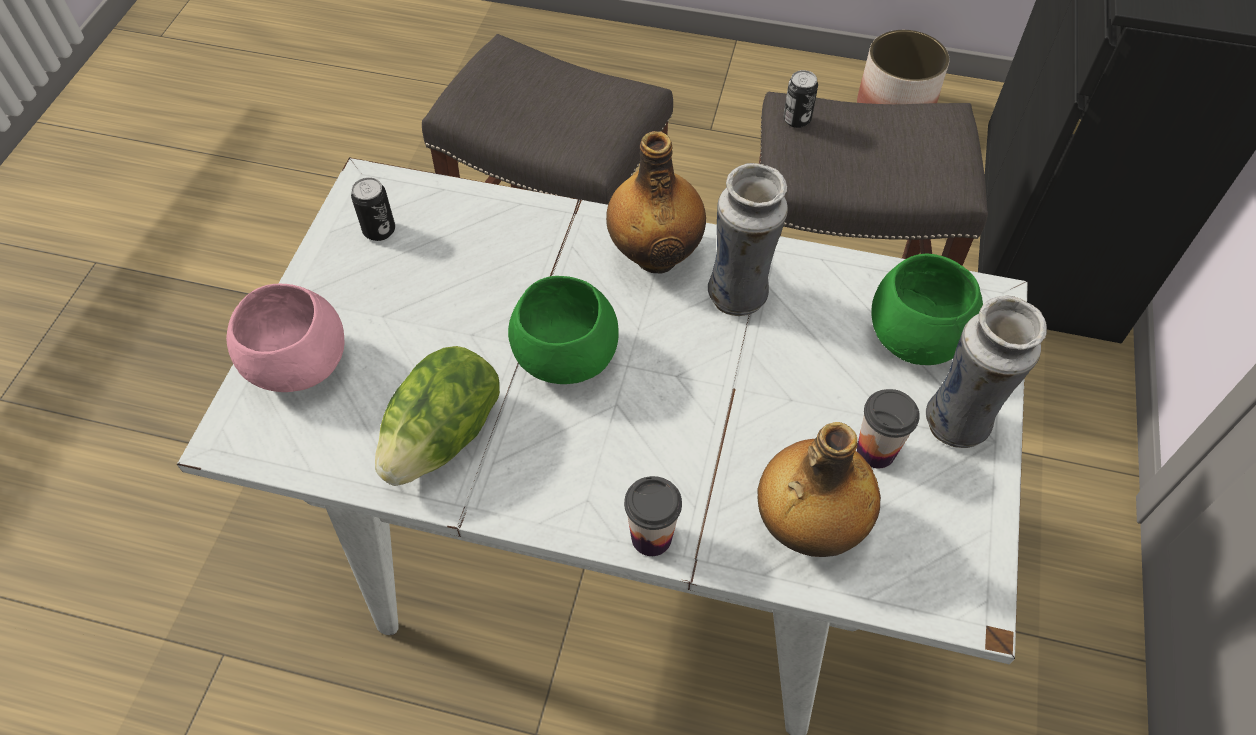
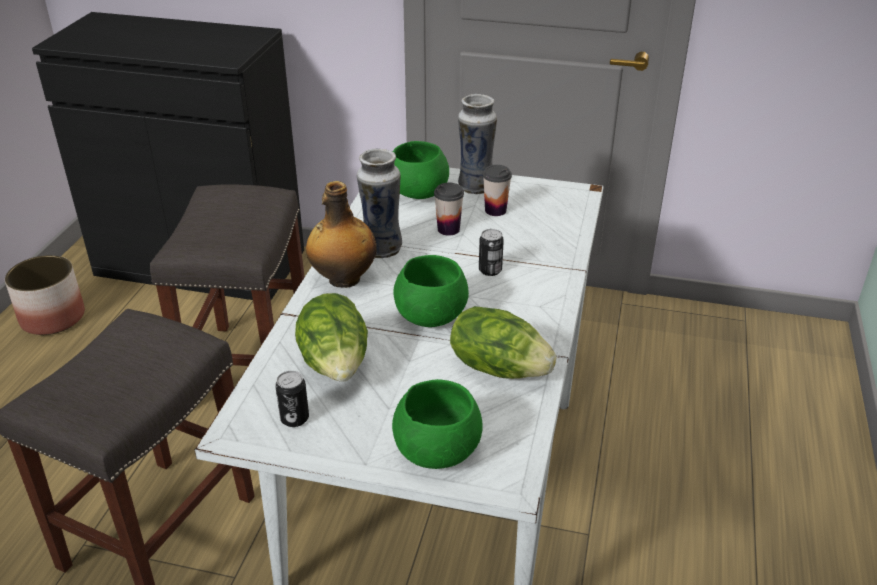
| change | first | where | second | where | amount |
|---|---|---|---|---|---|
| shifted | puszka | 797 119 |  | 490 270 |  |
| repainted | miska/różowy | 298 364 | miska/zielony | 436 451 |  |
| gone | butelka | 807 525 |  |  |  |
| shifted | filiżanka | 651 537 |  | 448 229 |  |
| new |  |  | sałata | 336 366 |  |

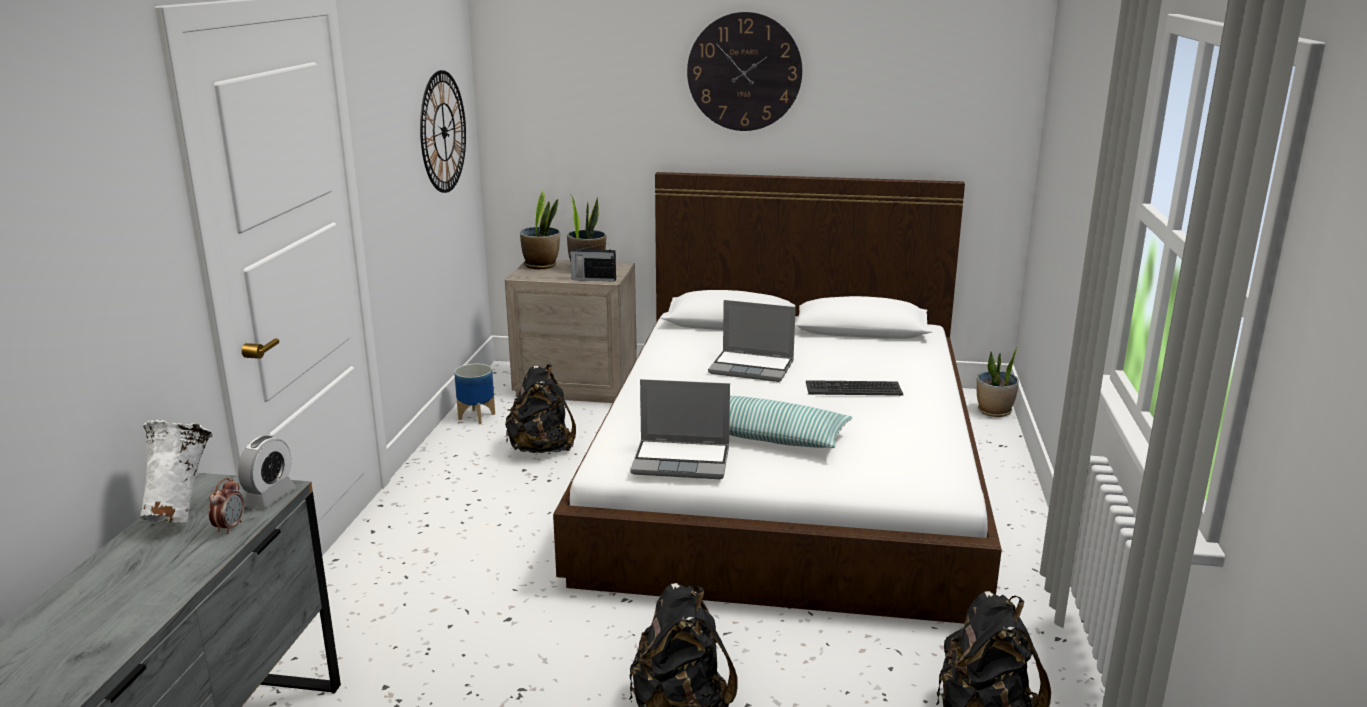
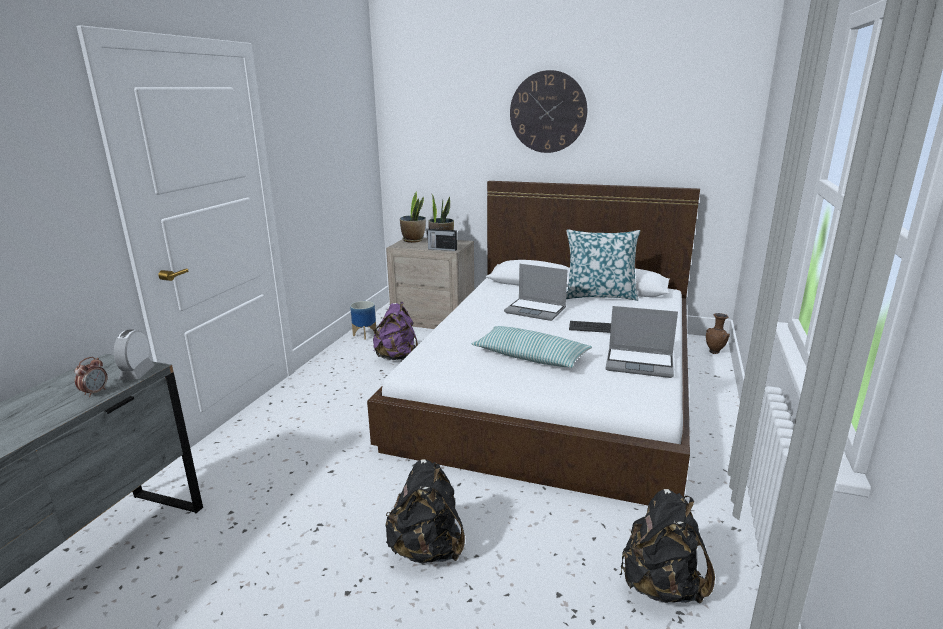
| change | first | where | second | where | amount |
|---|---|---|---|---|---|
| gone | zegar ścienny | 443 132 |  |  |  |
| swapped | roślina doniczkowa | 994 411 | wazon/brązowy | 715 352 |  |
| repainted | plecak/czarny | 542 448 | plecak/fioletowy | 397 357 |  |
| shifted | laptop | 682 461 |  | 640 363 |  |
| gone | wazon/biały | 183 513 |  |  |  |
| rotated | budzik | 270 497 |  | 137 373 | 150 degrees clockwise |
| new |  |  | poduszka | 599 296 |  |

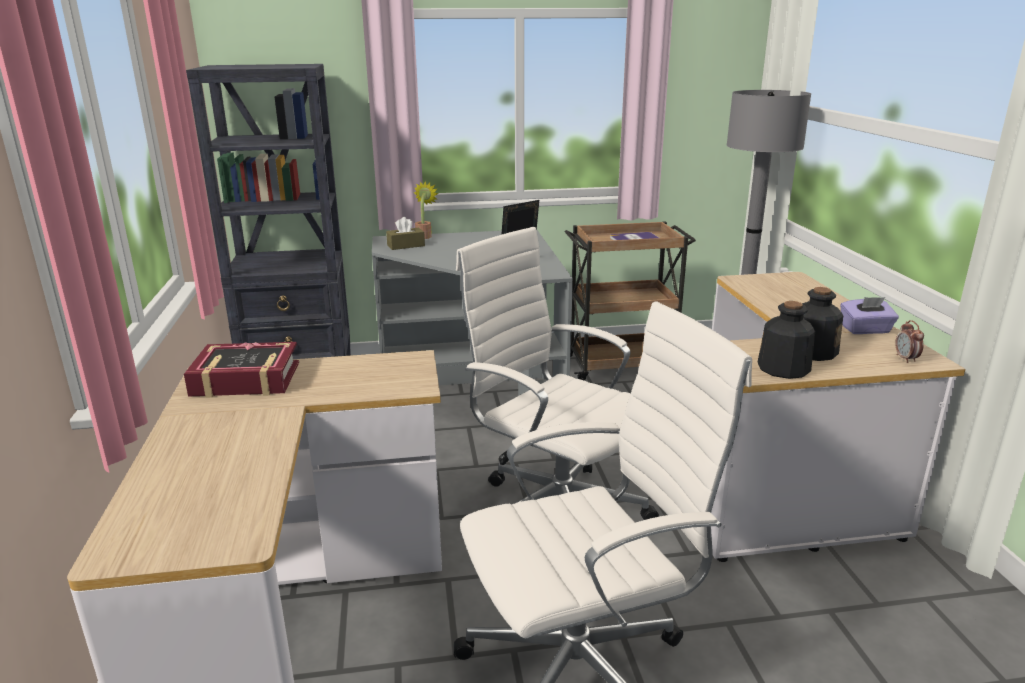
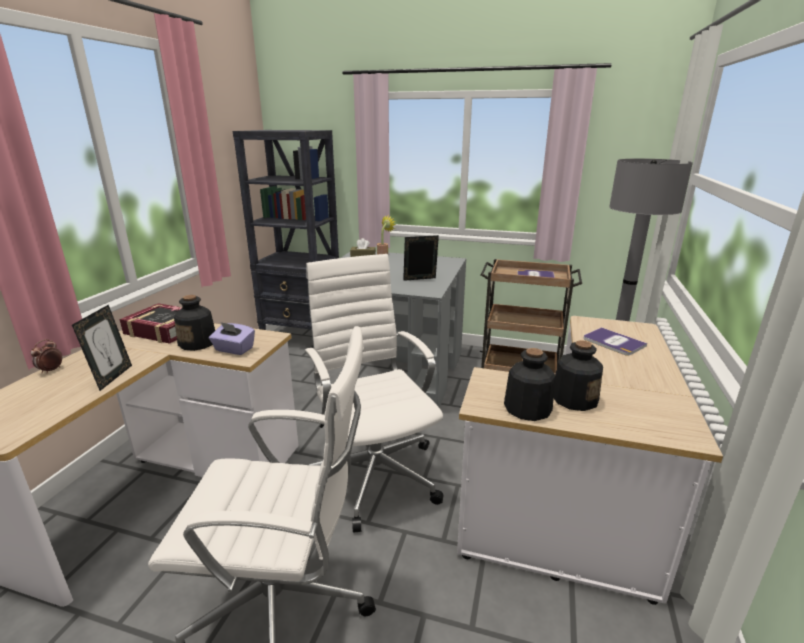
| change | first | where | second | where | amount |
|---|---|---|---|---|---|
| shifted | pudełko chusteczek/fioletowy | 865 330 |  | 234 349 |  |
| shifted | budzik | 906 359 |  | 51 370 |  |
| new |  |  | butelka | 198 343 |  |
| new |  |  | ramka na zdjęcie | 112 377 |  |
| new |  |  | książka | 613 342 |  |

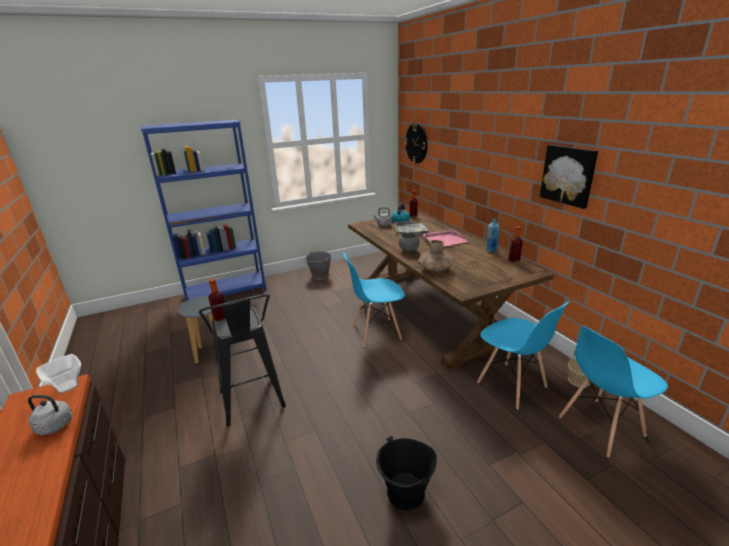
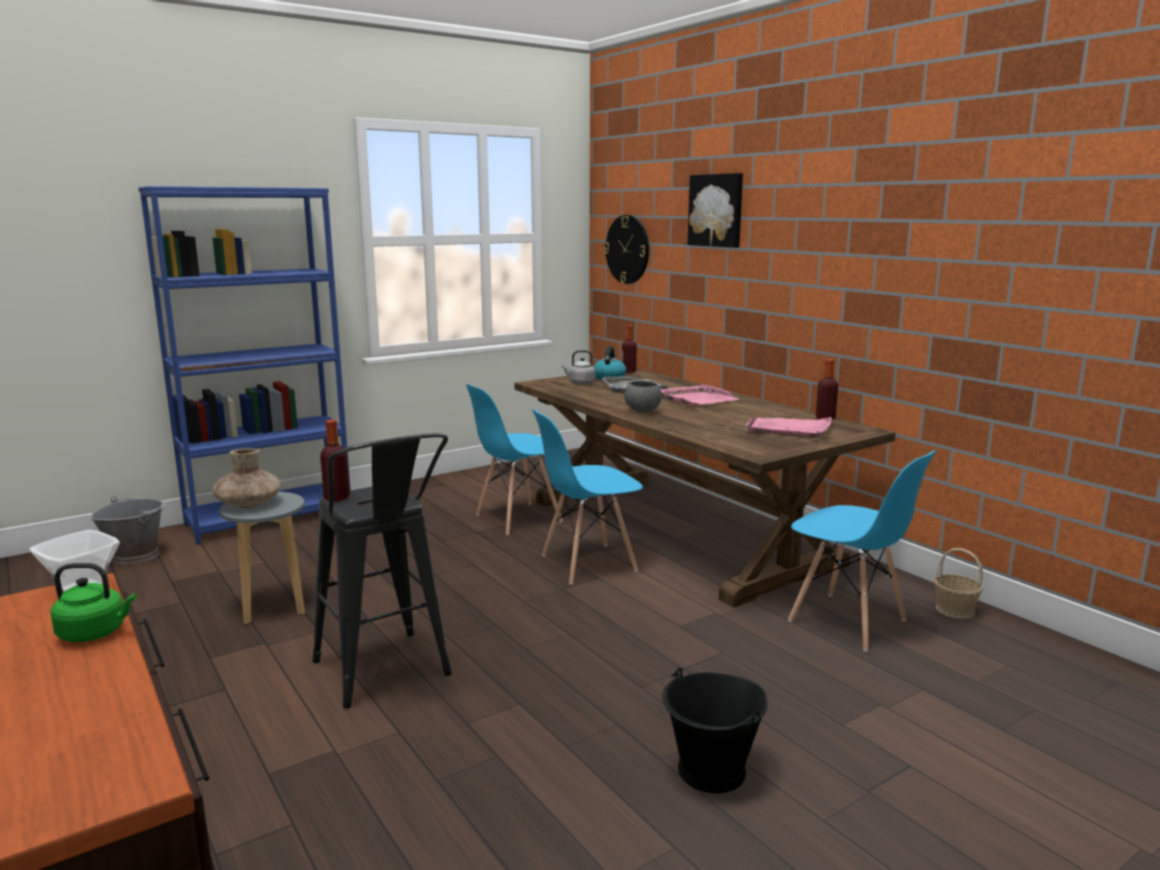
| change | first | where | second | where | amount |
|---|---|---|---|---|---|
| shifted | obraz | 568 175 |  | 717 210 |  |
| gone | butelka/niebieski | 491 250 |  |  |  |
| shifted | wazon/brązowy | 435 269 |  | 249 504 |  |
| shifted | wiadro/szary | 320 276 |  | 136 556 |  |
| shifted | krzesło/niebieski | 600 426 |  | 518 518 |  |
| repainted | czajnik/szary | 57 426 | czajnik/zielony | 95 633 |  |
| new |  |  | taca/różowy | 789 429 |  |

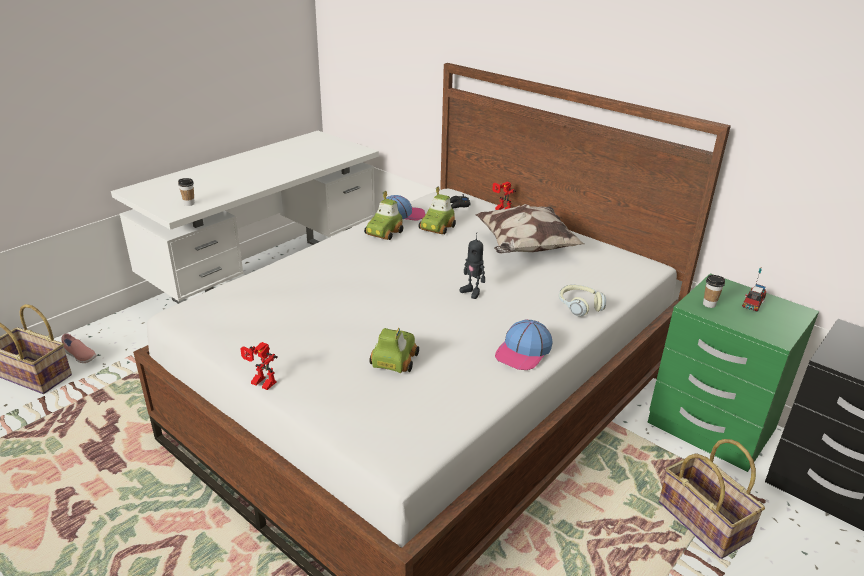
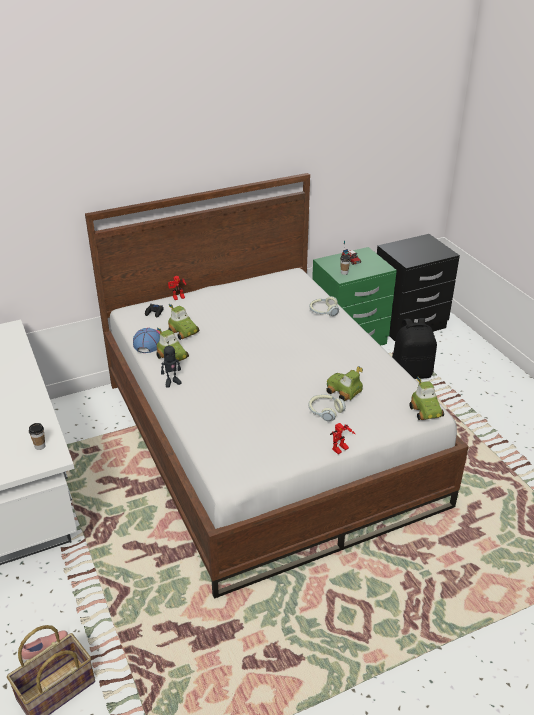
| change | first | where | second | where | amount |
|---|---|---|---|---|---|
| gone | poduszka | 525 248 |  |  |  |
| shifted | robot zabawkowy | 472 292 |  | 172 382 |  |
| gone | czapka z daszkiem | 523 352 |  |  |  |
| swapped | koszyk | 704 521 | plecak/czarny | 411 372 |  |
| new |  |  | samochodzik | 426 411 |  |
| new |  |  | słuchawki | 325 411 |  |

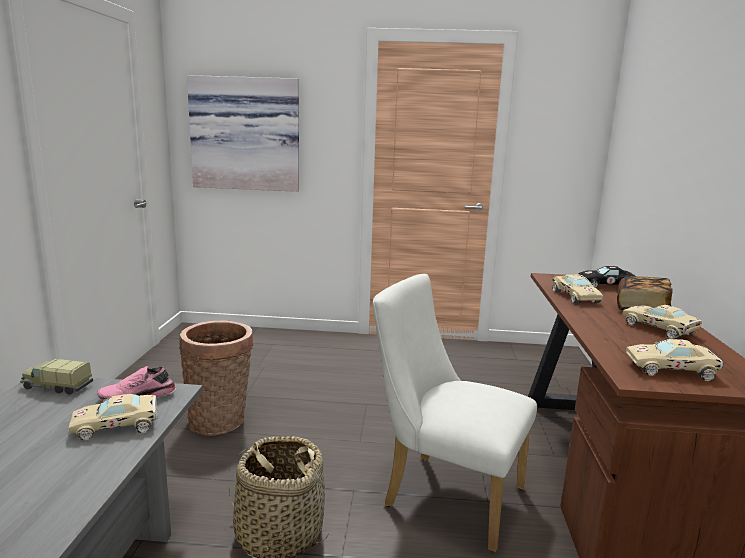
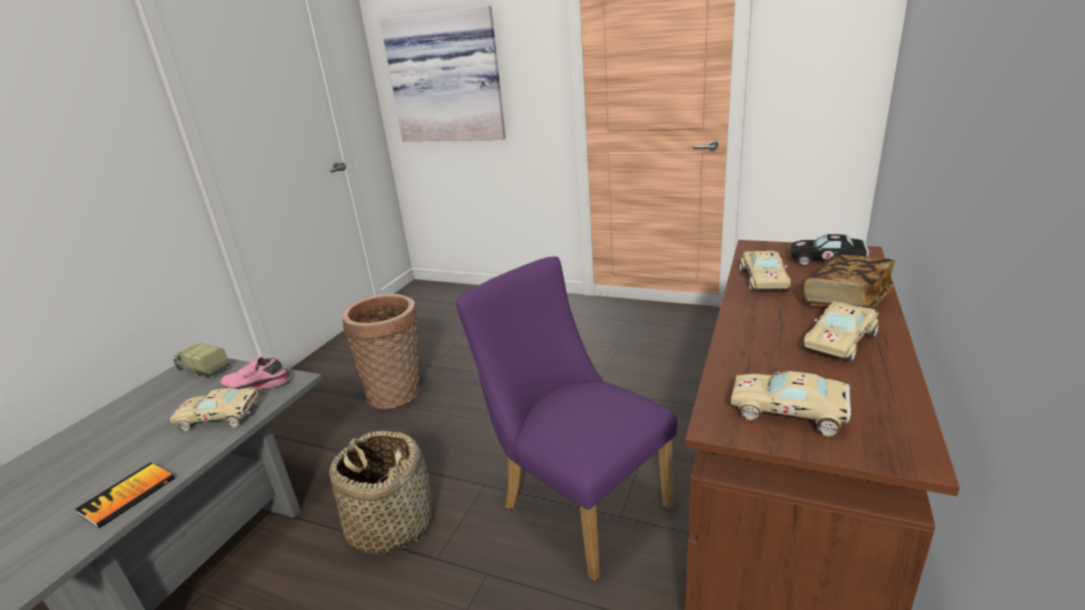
| change | first | where | second | where | amount |
|---|---|---|---|---|---|
| repainted | krzesło/biały | 444 494 | krzesło/fioletowy | 576 502 |  |
| rotated | samochodzik/beżowy | 661 330 |  | 840 340 | 120 degrees counterclockwise |
| new |  |  | książka | 128 496 |  |

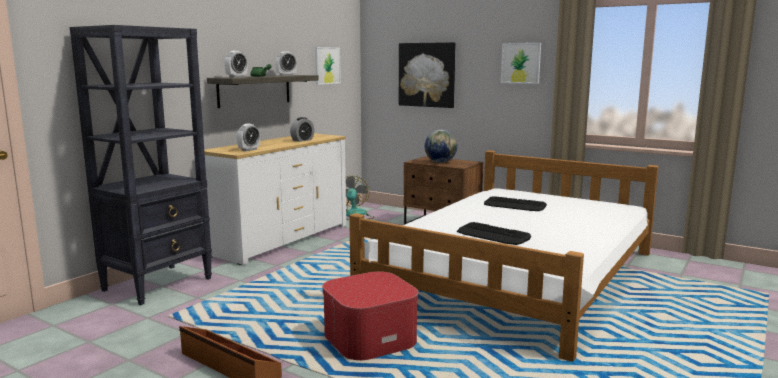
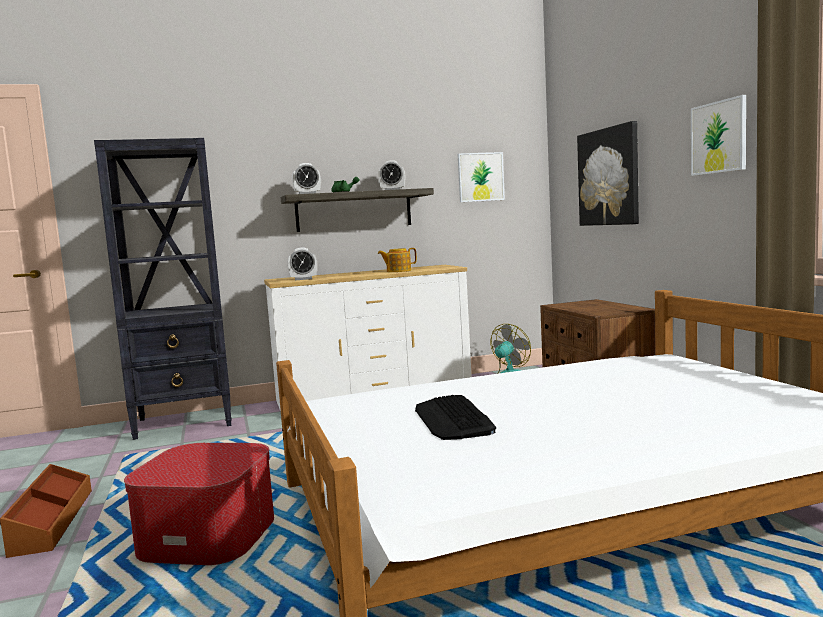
| change | first | where | second | where | amount |
|---|---|---|---|---|---|
| swapped | budzik | 302 140 | imbryk | 398 271 |  |
| gone | globus | 440 162 |  |  |  |
| gone | klawiatura | 514 205 |  |  |  |

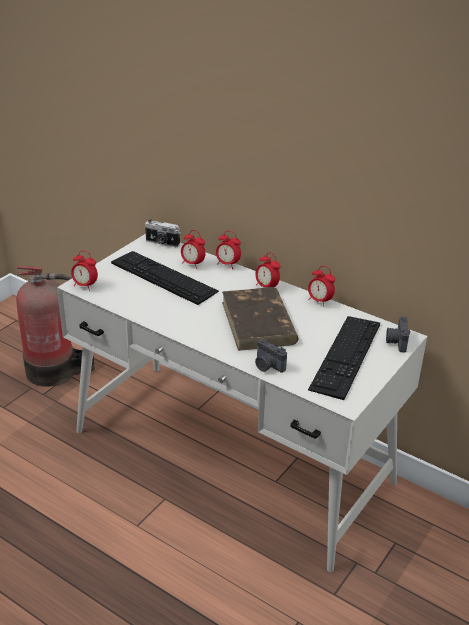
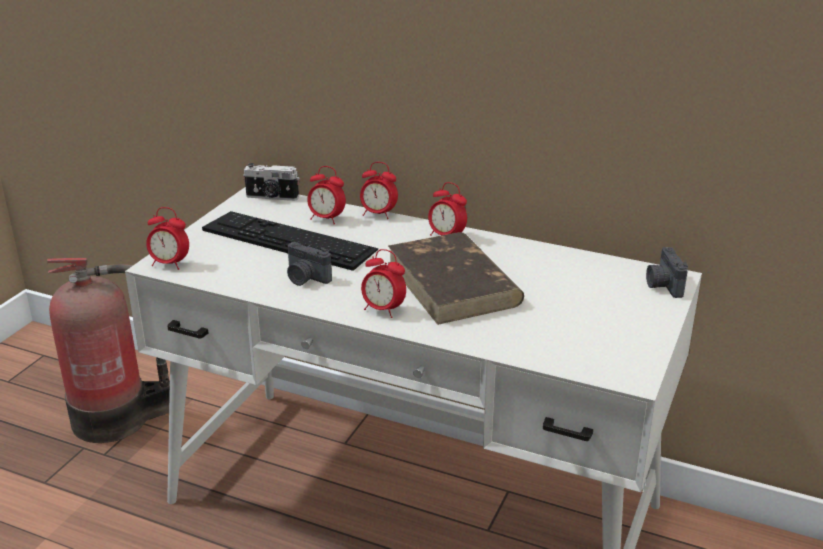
| change | first | where | second | where | amount |
|---|---|---|---|---|---|
| shifted | budzik | 319 301 |  | 383 310 |  |
| gone | klawiatura | 346 355 |  |  |  |
| shifted | aparat fotograficzny | 267 366 |  | 305 278 |  |

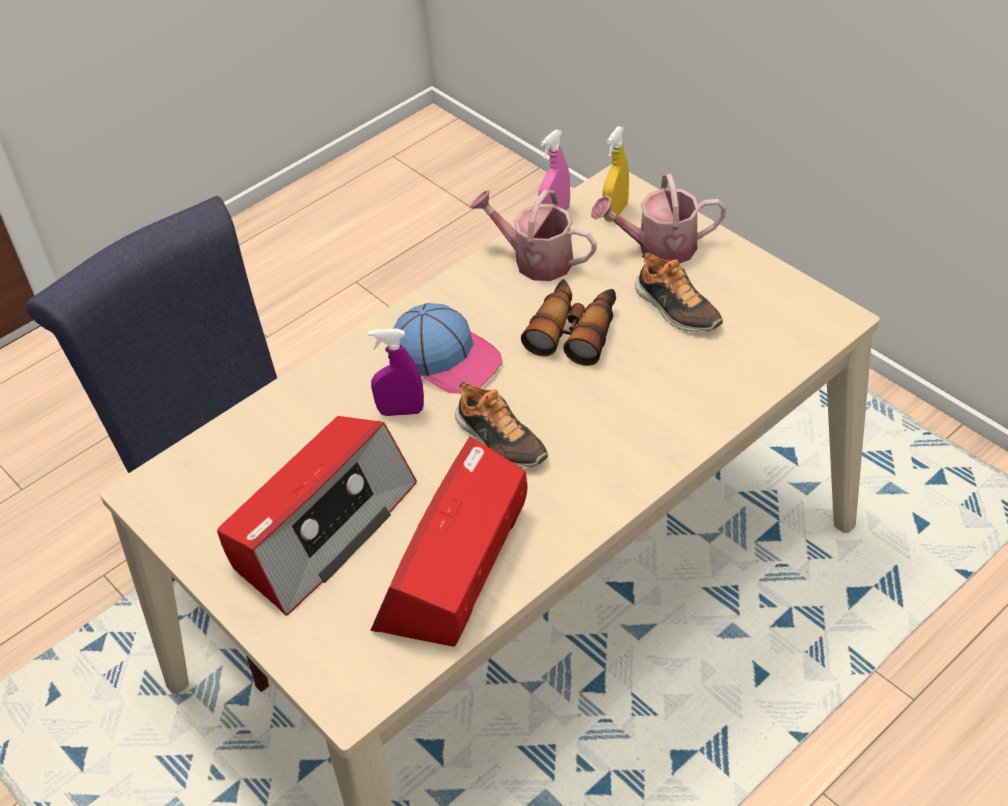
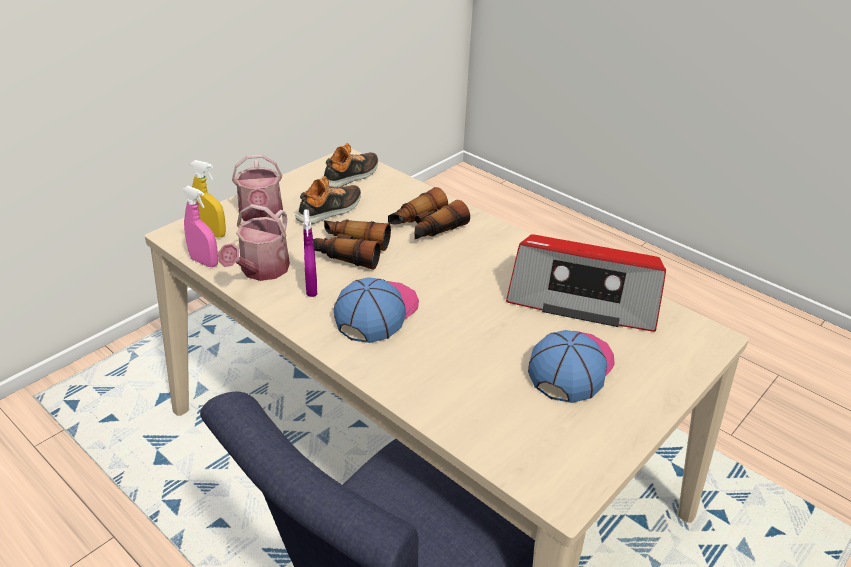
| change | first | where | second | where | amount |
|---|---|---|---|---|---|
| shifted | spryskiwacz/fioletowy | 401 411 |  | 311 288 |  |
| shifted | but | 499 440 |  | 351 176 |  |
| swapped | radio | 321 527 | czapka z daszkiem | 571 367 |  |
| new |  |  | lornetka | 425 227 |  |

